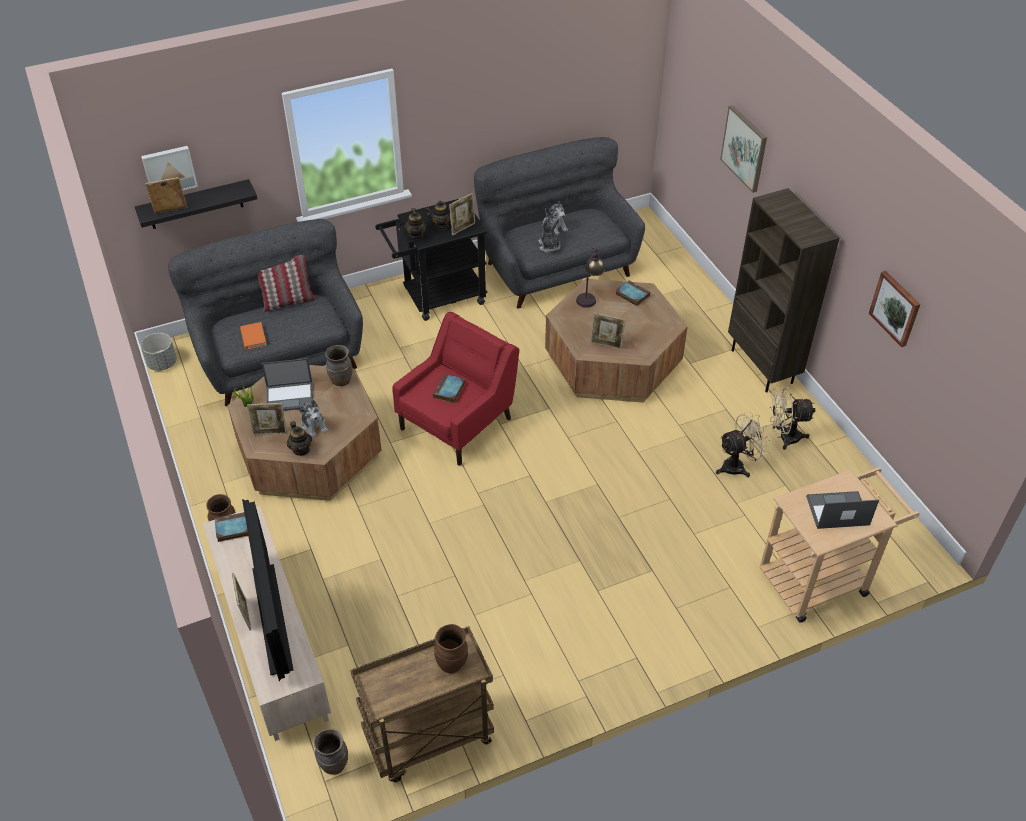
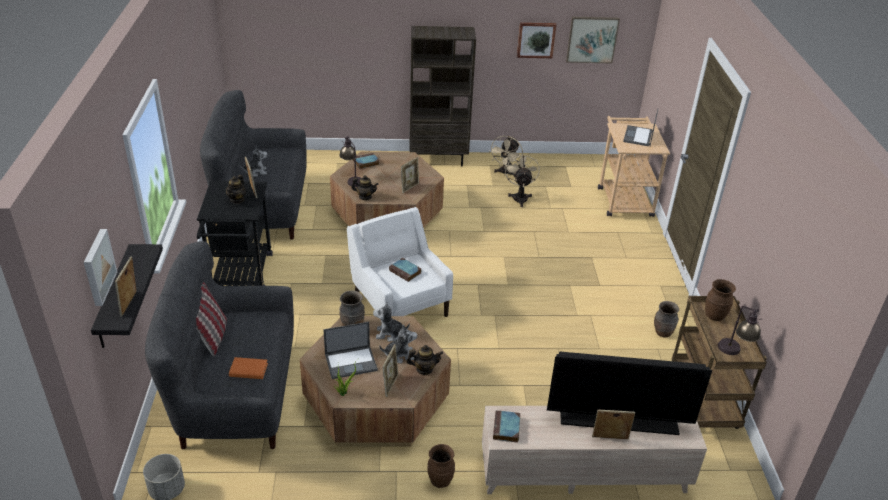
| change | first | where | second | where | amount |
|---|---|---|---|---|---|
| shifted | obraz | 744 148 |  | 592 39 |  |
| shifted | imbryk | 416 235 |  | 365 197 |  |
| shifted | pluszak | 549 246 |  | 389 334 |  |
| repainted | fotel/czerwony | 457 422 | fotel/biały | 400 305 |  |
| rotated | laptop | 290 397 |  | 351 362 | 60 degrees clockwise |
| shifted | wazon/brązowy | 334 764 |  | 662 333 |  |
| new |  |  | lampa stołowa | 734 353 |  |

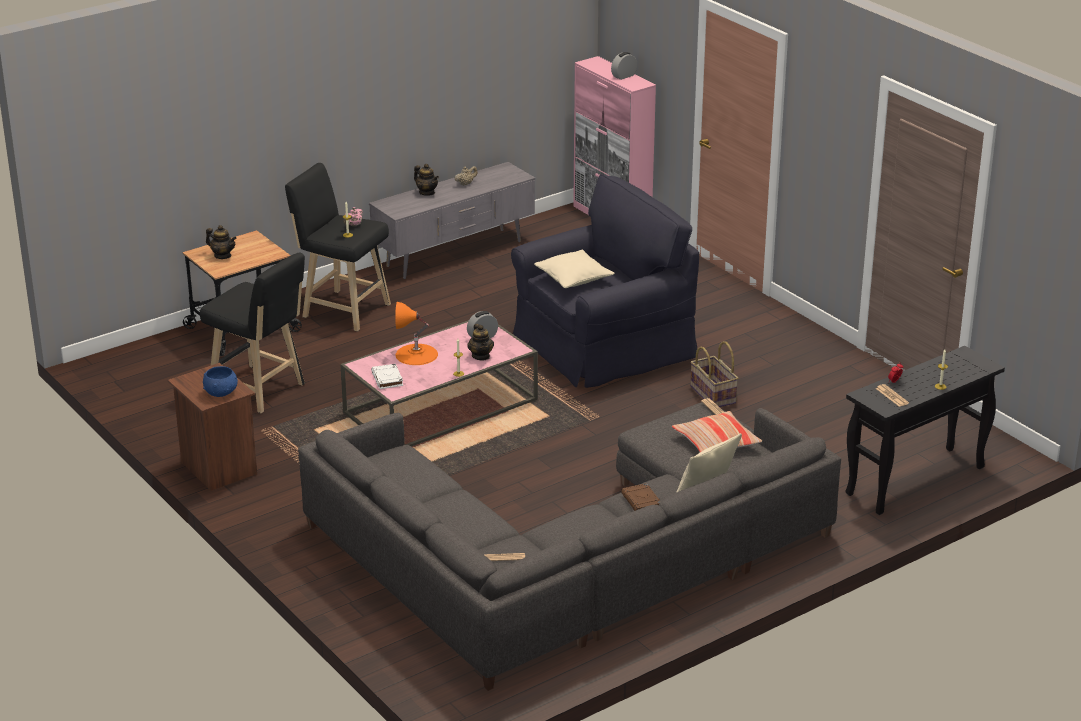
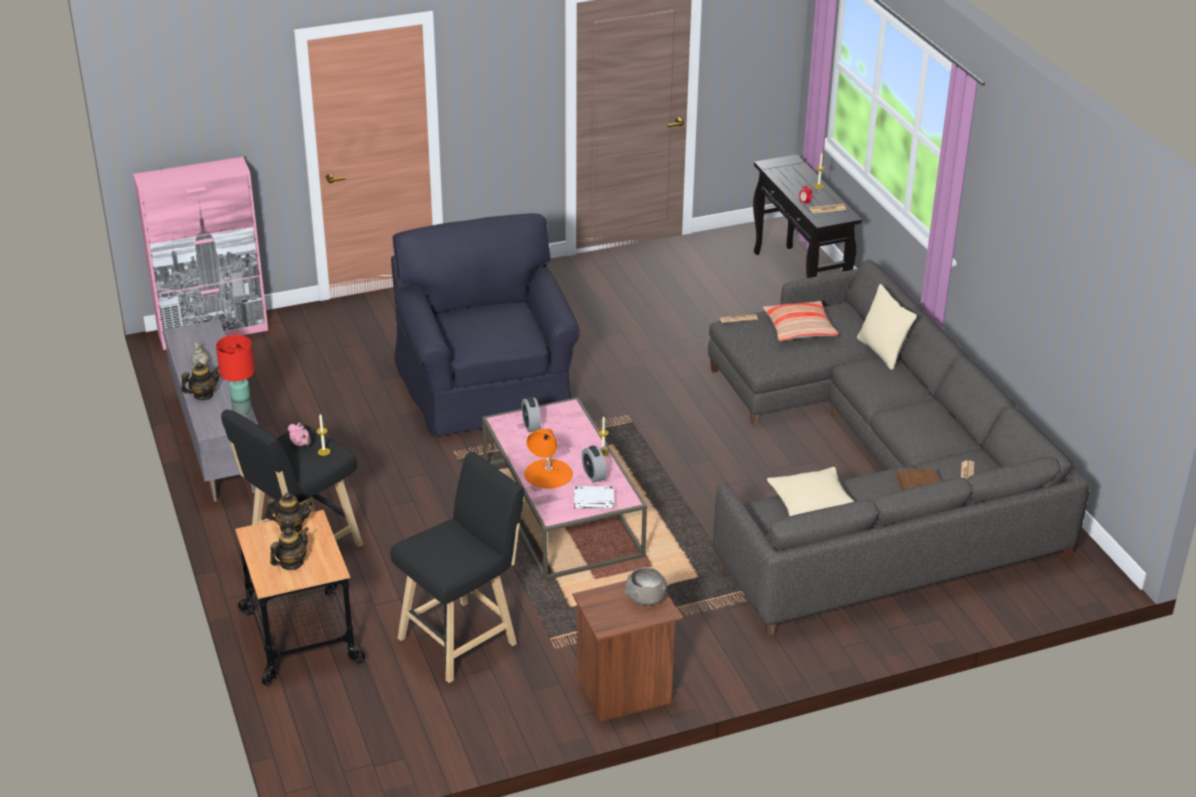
| change | first | where | second | where | amount |
|---|---|---|---|---|---|
| shifted | budzik | 624 76 |  | 594 475 |  |
| shifted | poduszka/beżowy | 573 278 |  | 812 504 |  |
| shifted | imbryk | 481 356 |  | 291 527 |  |
| gone | koszyk | 714 394 |  |  |  |
| repainted | miska/niebieski | 221 392 | miska/szary | 645 598 |  |
| shifted | książka/brązowy | 641 501 |  | 918 482 |  |
| new |  |  | lampa stołowa/czerwony | 241 410 |  |

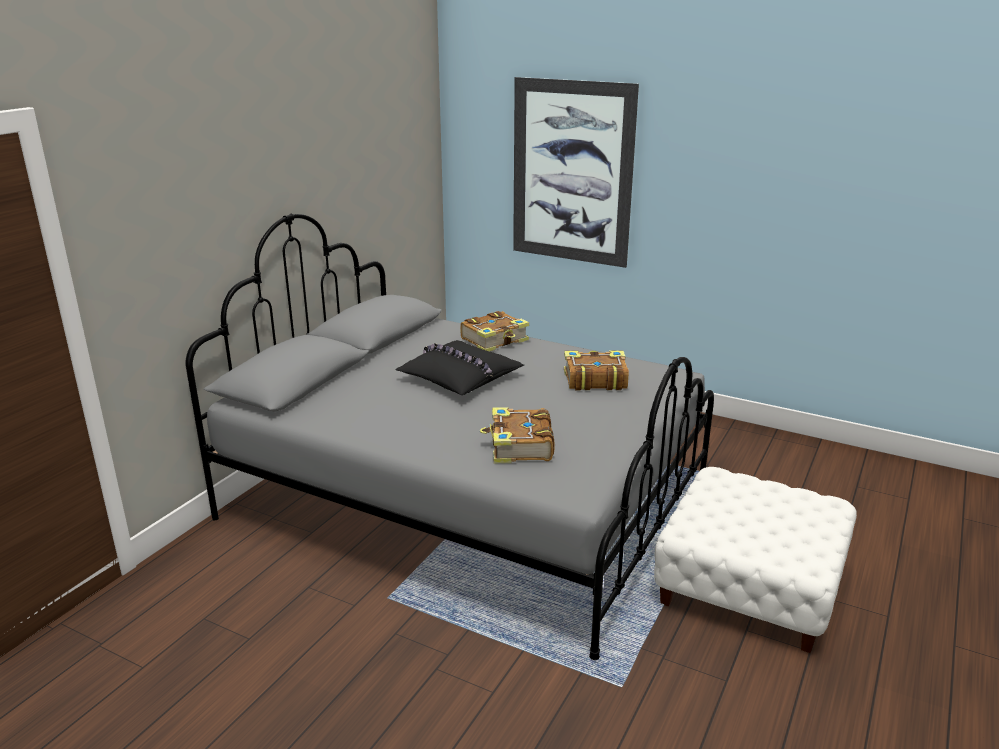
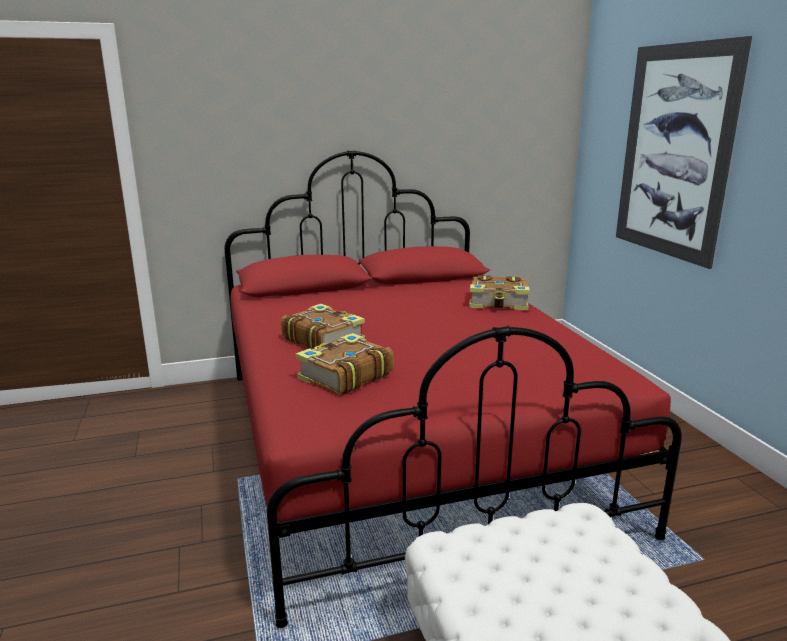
| change | first | where | second | where | amount |
|---|---|---|---|---|---|
| repainted | łóżko/szary | 468 498 | łóżko/czerwony | 404 442 |  |
| gone | poduszka/czarny | 459 378 |  |  |  |
| shifted | książka | 594 380 |  | 323 339 |  |

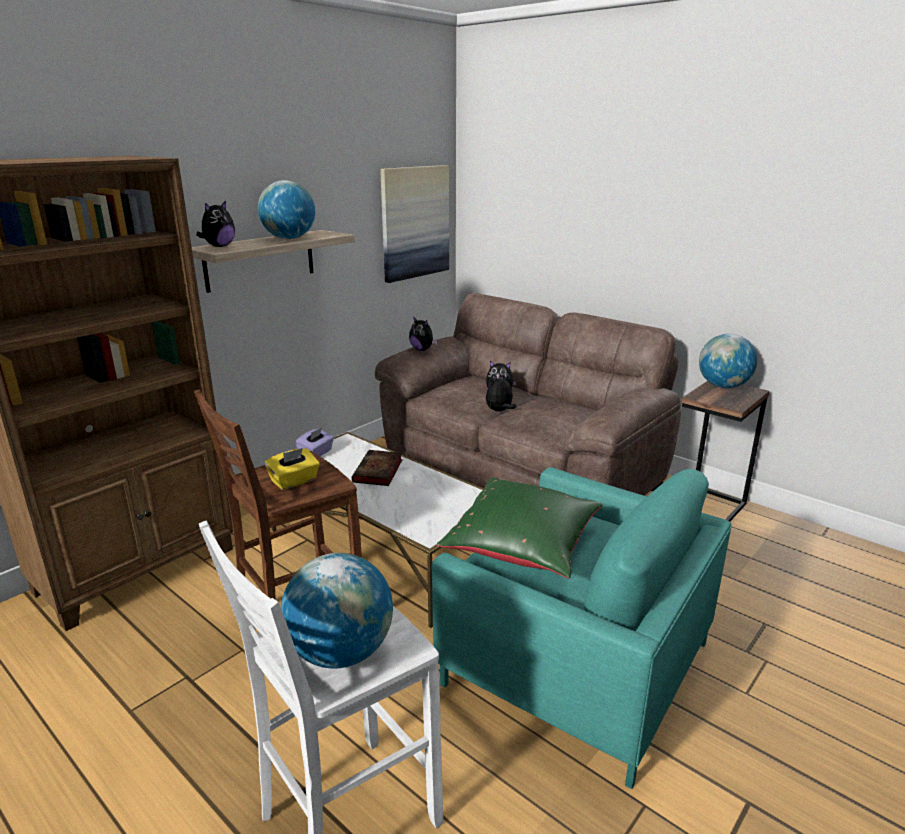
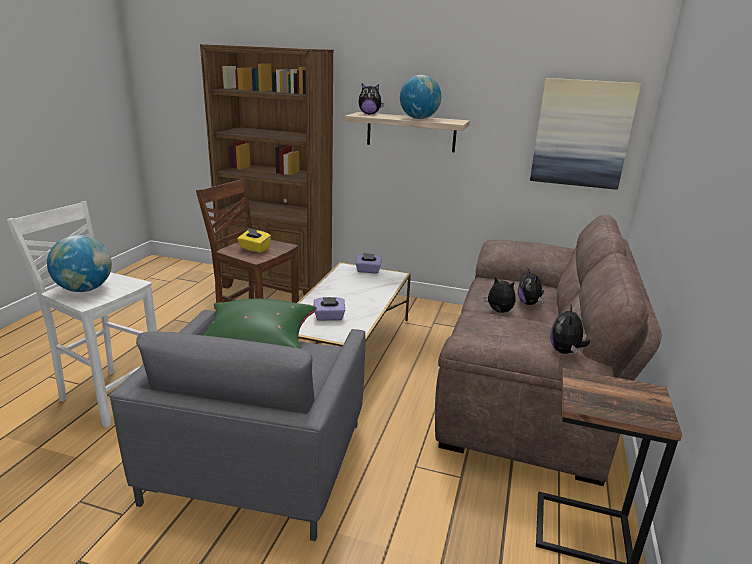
| change | first | where | second | where | amount |
|---|---|---|---|---|---|
| shifted | pluszak | 422 349 |  | 565 352 |  |
| gone | globus | 723 386 |  |  |  |
| gone | książka | 378 472 |  |  |  |
| repainted | fotel/turkusowy | 577 663 | fotel/szary | 258 461 |  |
| new |  |  | pudełko chusteczek/fioletowy | 329 317 |  |

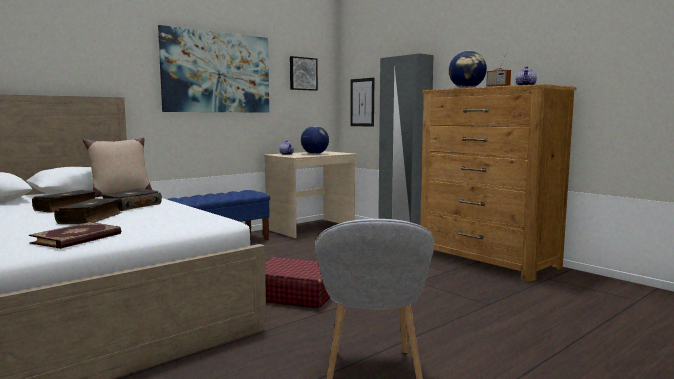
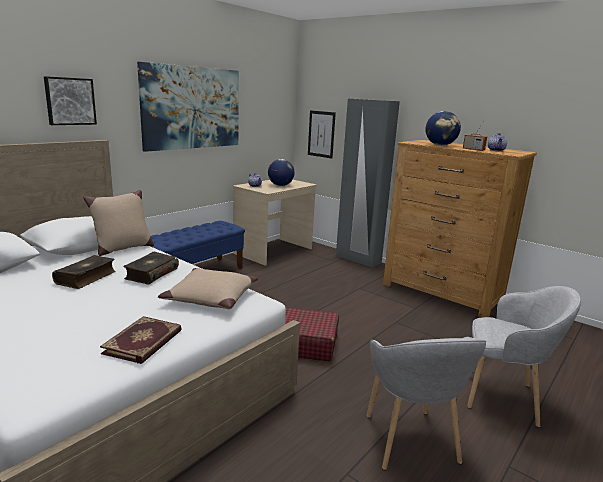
| change | first | where | second | where | amount |
|---|---|---|---|---|---|
| shifted | obraz | 302 74 |  | 70 101 |  |
| gone | książka | 91 218 |  |  |  |
| new |  |  | poduszka/beżowy | 210 297 |  |
| new |  |  | fotel/szary | 503 398 |  |

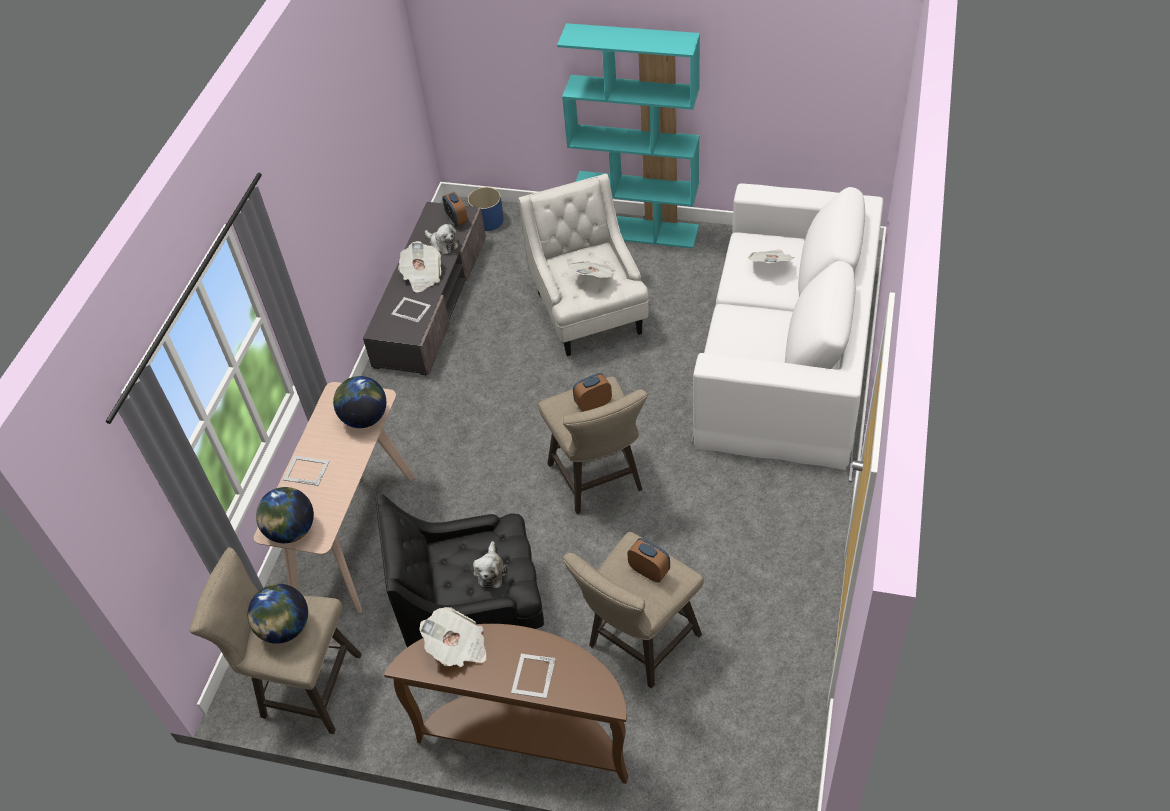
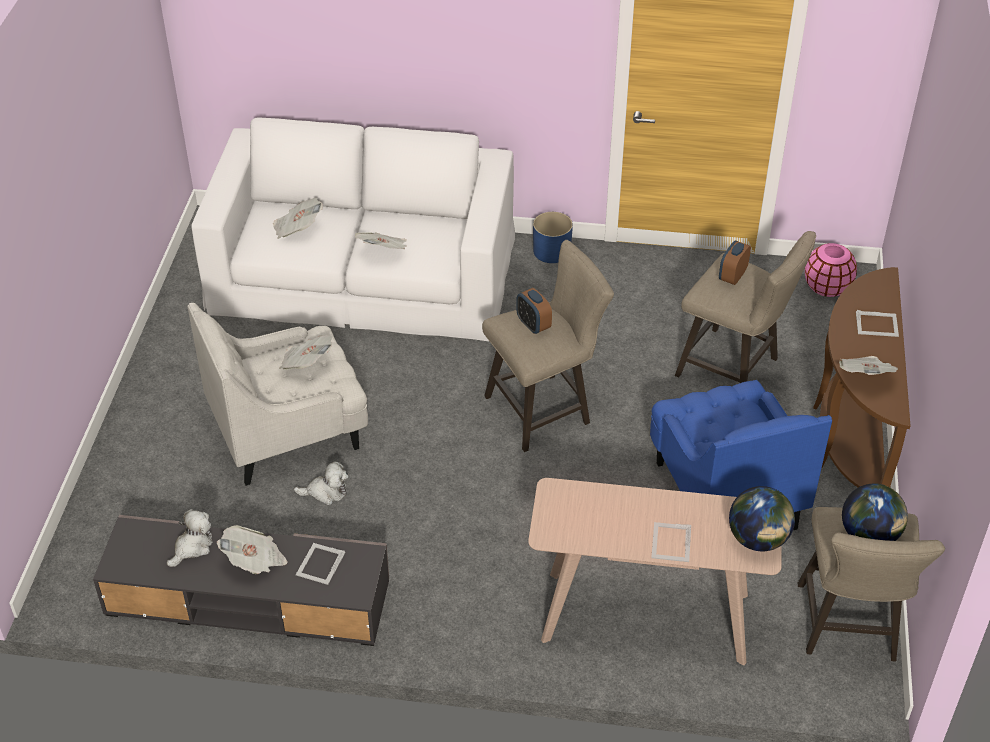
| change | first | where | second | where | amount |
|---|---|---|---|---|---|
| gone | regał/turkusowy | 638 230 |  |  |  |
| shifted | donica/niebieski | 488 220 |  | 552 251 |  |
| gone | budzik | 457 220 |  |  |  |
| gone | globus | 365 418 |  |  |  |
| repainted | fotel/czarny | 474 611 | fotel/niebieski | 724 494 |  |
| shifted | pluszak | 491 571 |  | 326 492 |  |
| new |  |  | gazeta | 384 251 |  |
| new |  |  | wazon/różowy | 827 287 |  |

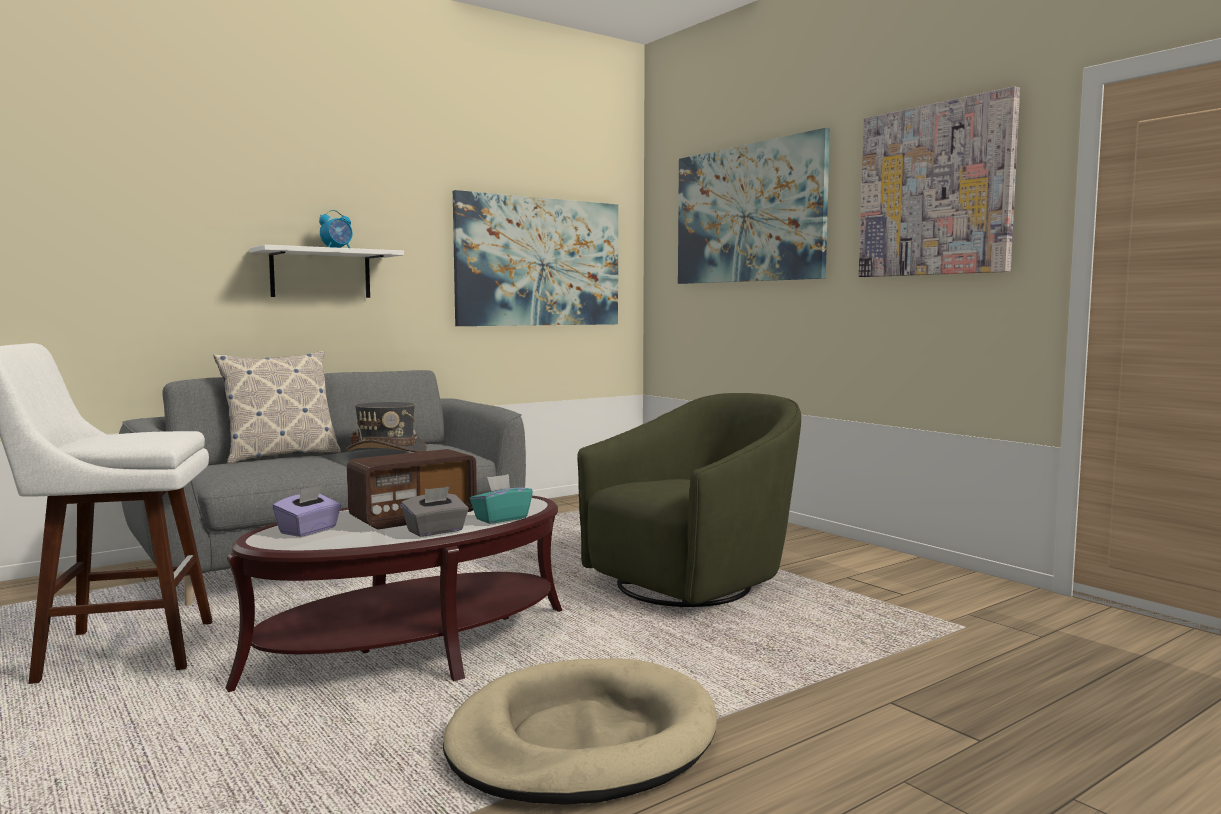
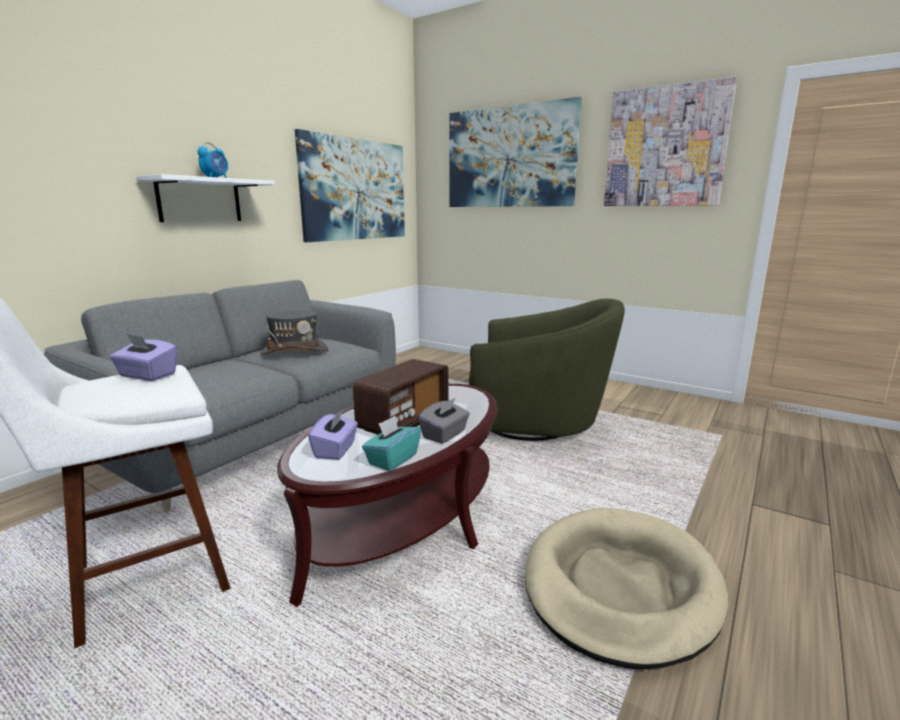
| change | first | where | second | where | amount |
|---|---|---|---|---|---|
| gone | poduszka | 280 456 |  |  |  |
| rotated | fotel/zielony | 695 582 |  | 537 423 | 75 degrees clockwise |
| shifted | pudełko chusteczek/turkusowy | 501 518 |  | 392 459 |  |
| new |  |  | pudełko chusteczek/fioletowy | 147 375 |  |

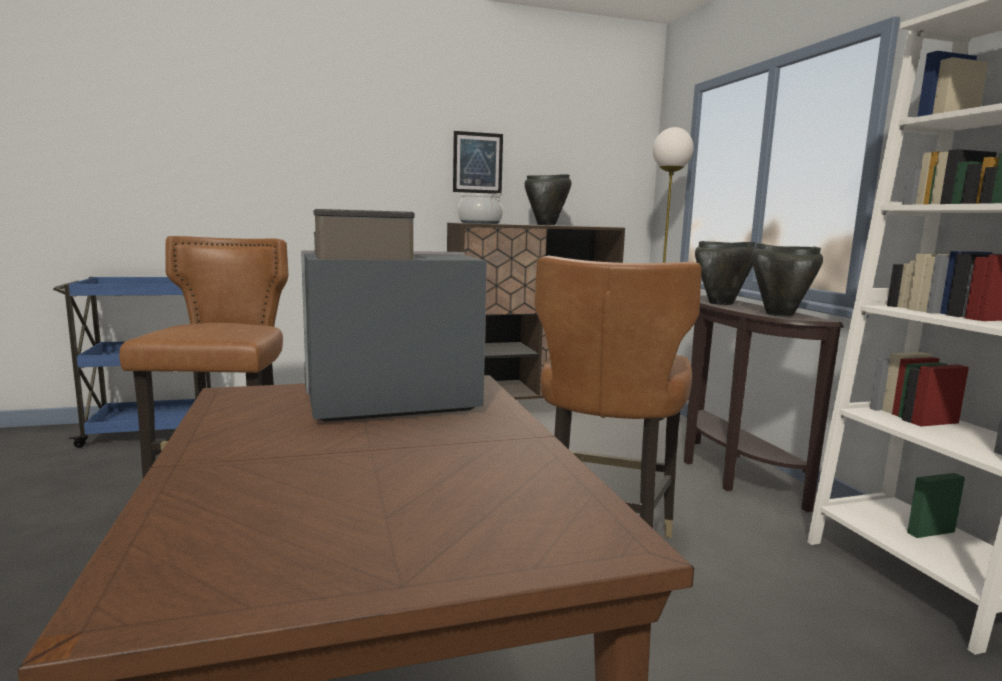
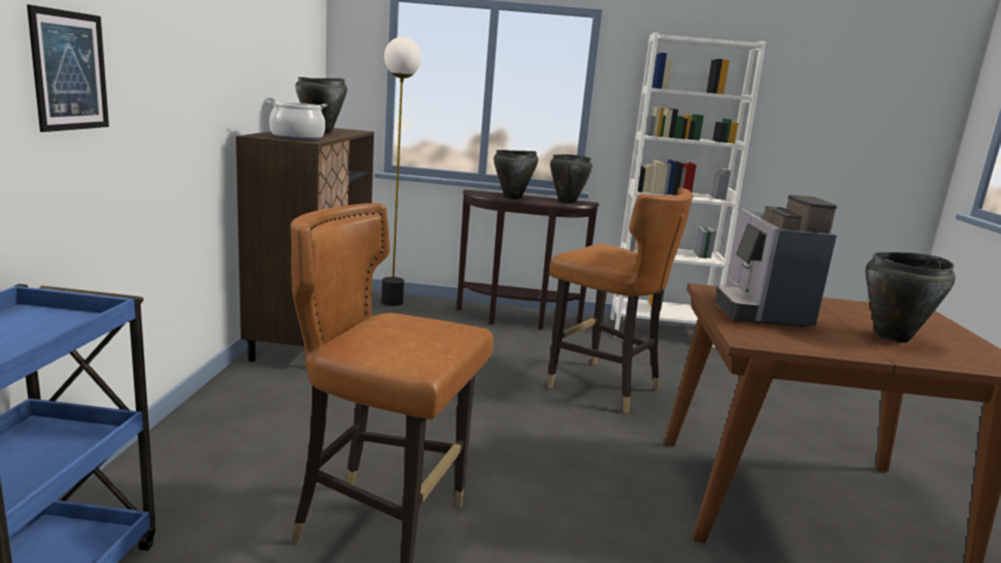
| change | first | where | second | where | amount |
|---|---|---|---|---|---|
| shifted | obraz | 477 163 |  | 70 71 |  |
| new |  |  | garnek/czarny | 893 337 |  |

